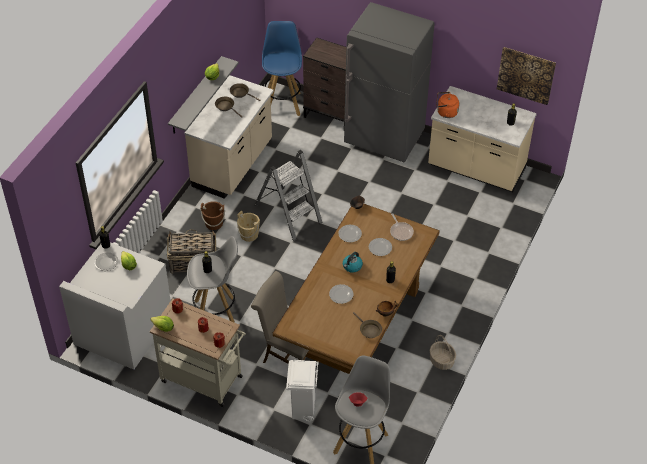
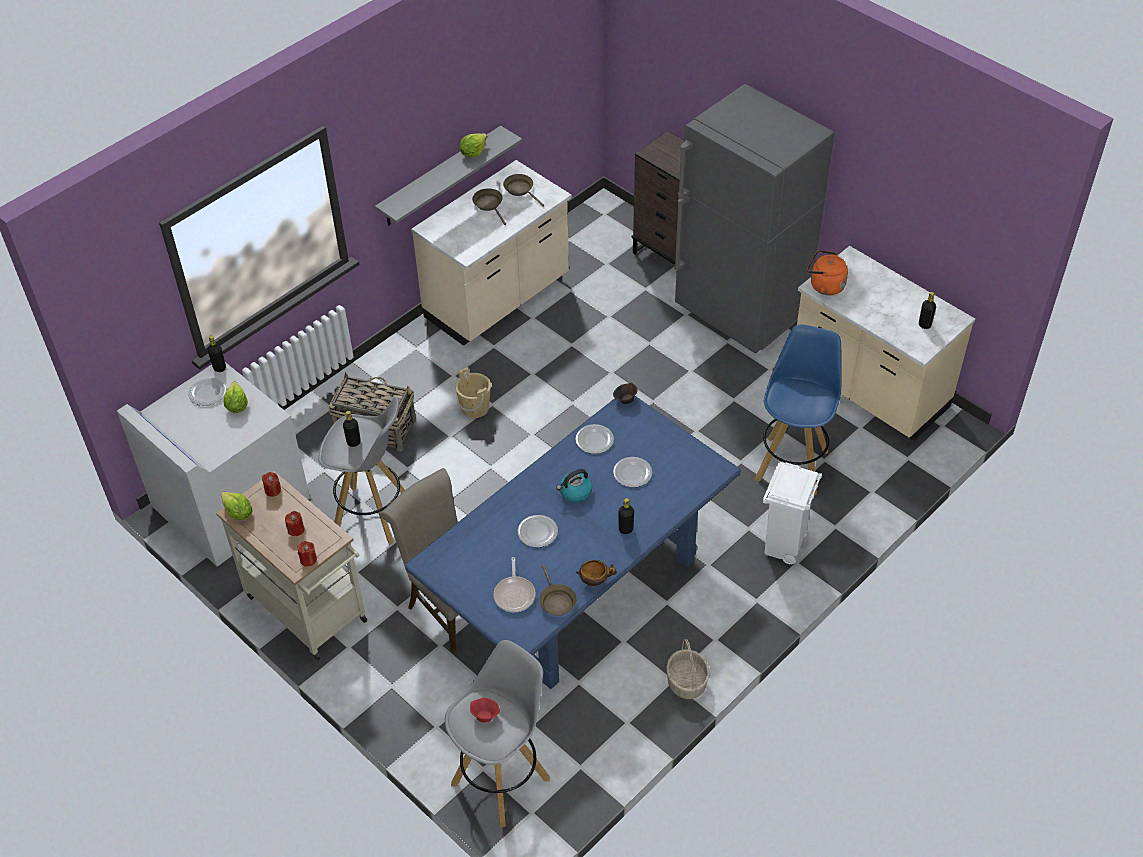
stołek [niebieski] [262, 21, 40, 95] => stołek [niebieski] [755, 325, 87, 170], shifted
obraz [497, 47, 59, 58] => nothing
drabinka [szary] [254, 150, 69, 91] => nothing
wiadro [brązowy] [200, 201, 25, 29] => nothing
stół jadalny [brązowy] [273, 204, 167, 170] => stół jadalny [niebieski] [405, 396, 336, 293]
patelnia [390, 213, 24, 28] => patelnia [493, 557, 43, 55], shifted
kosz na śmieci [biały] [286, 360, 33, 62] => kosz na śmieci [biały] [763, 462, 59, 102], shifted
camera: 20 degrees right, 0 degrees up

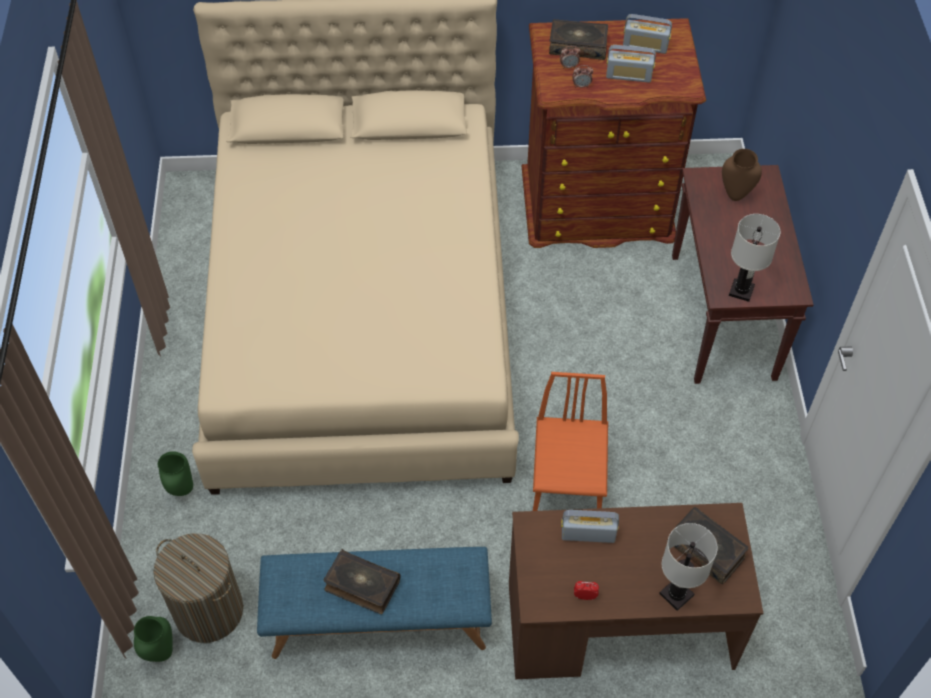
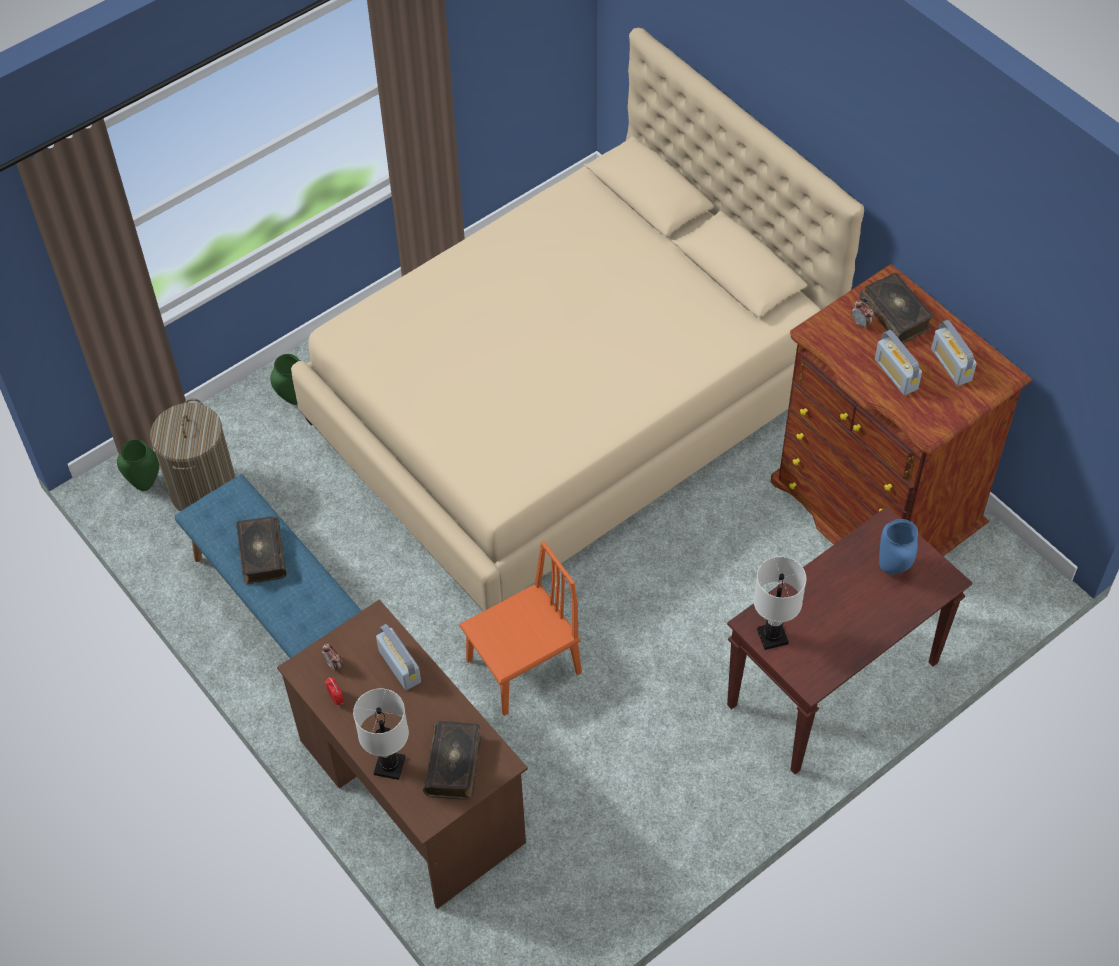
budzik [572, 65, 21, 23] => budzik [322, 644, 21, 28], shifted
wazon [brązowy] [722, 149, 40, 52] => wazon [niebieski] [879, 519, 39, 55]
camera: 55 degrees right, 0 degrees up

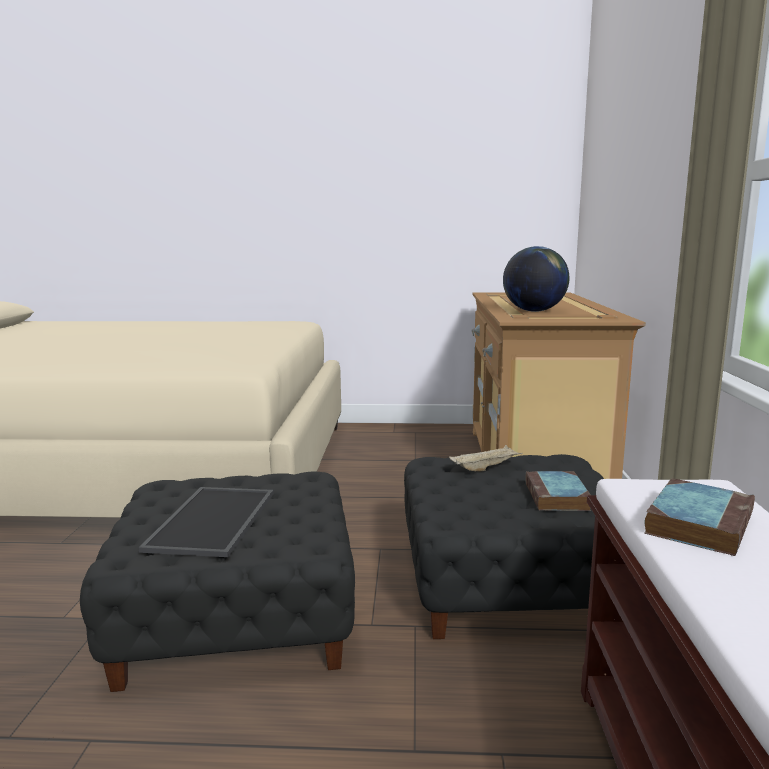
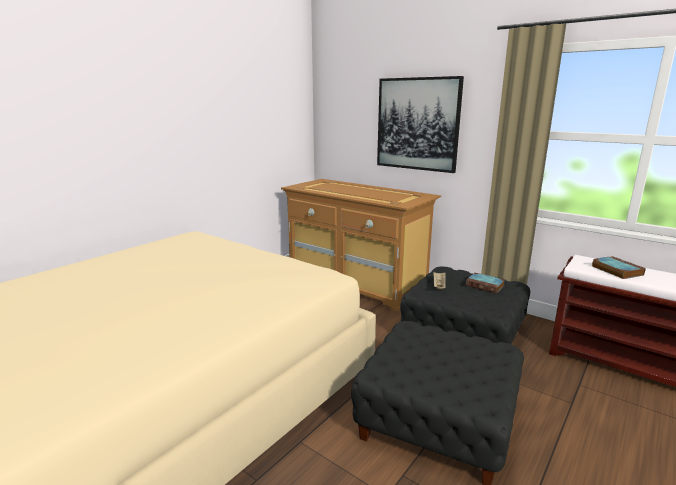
globus [503, 246, 66, 66] => nothing
taca [139, 487, 135, 70] => nothing
nothing => obraz [377, 76, 87, 97]
camera: 55 degrees left, 5 degrees up

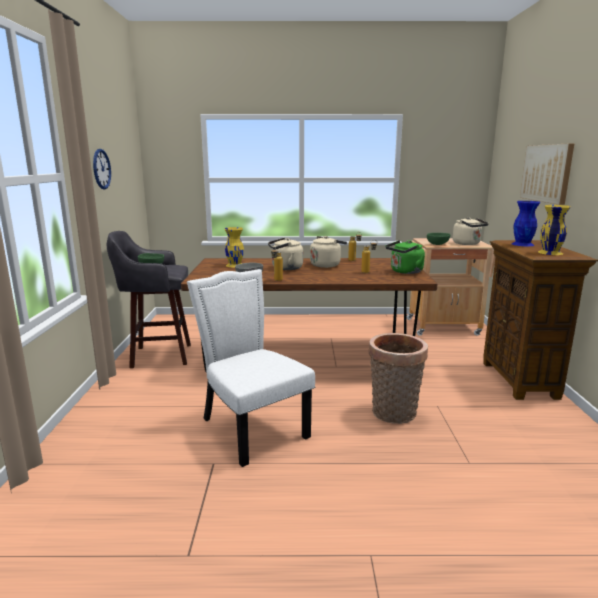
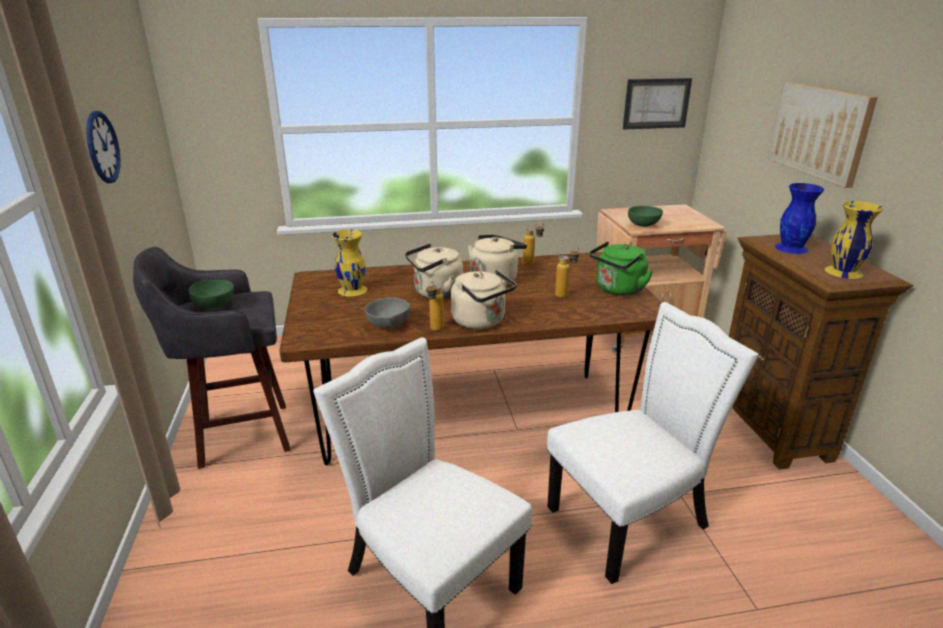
czajnik [beżowy] [453, 217, 36, 28] => czajnik [beżowy] [451, 270, 66, 59], shifted
koszyk [369, 333, 59, 91] => krzesło [biały] [547, 302, 212, 282]
nothing => obraz [623, 78, 69, 52]
camera: 10 degrees left, 10 degrees up

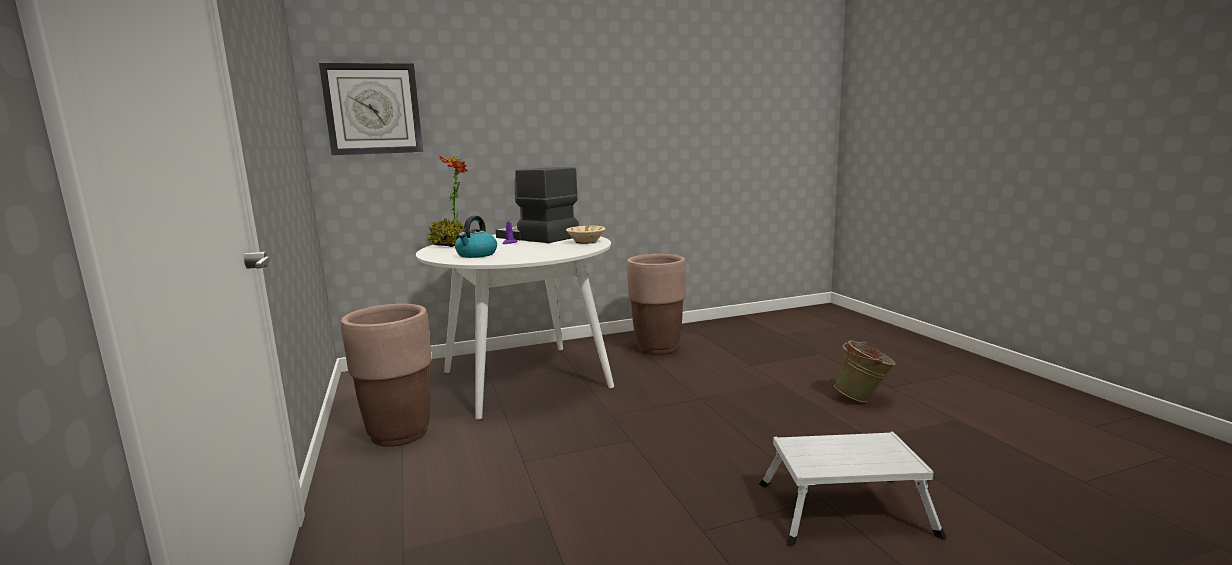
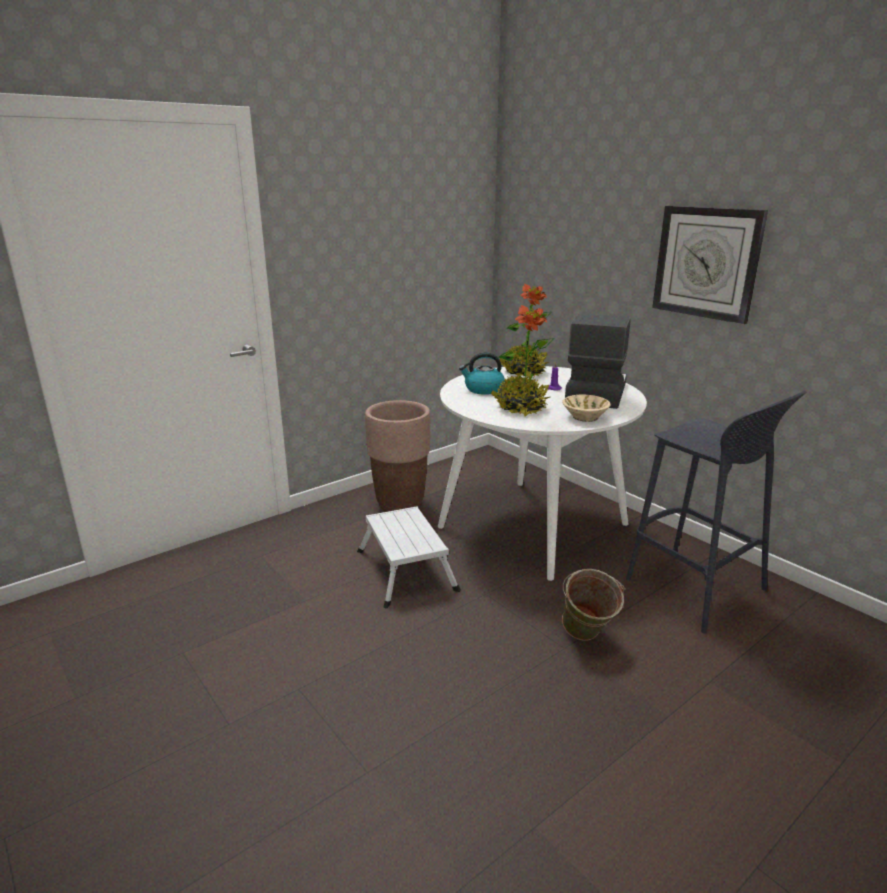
zegar ścienny [319, 63, 104, 92] => zegar ścienny [652, 206, 116, 118], shifted
donica [brązowy] [627, 254, 59, 101] => stołek [szary] [626, 391, 181, 243]
wiadro [zielony] [834, 341, 62, 61] => wiadro [zielony] [562, 569, 63, 72], shifted
drabinka [biały] [759, 432, 187, 115] => drabinka [biały] [357, 506, 104, 103], shifted
nothing => roślina doniczkowa [491, 305, 63, 111]
camera: 70 degrees right, 10 degrees up

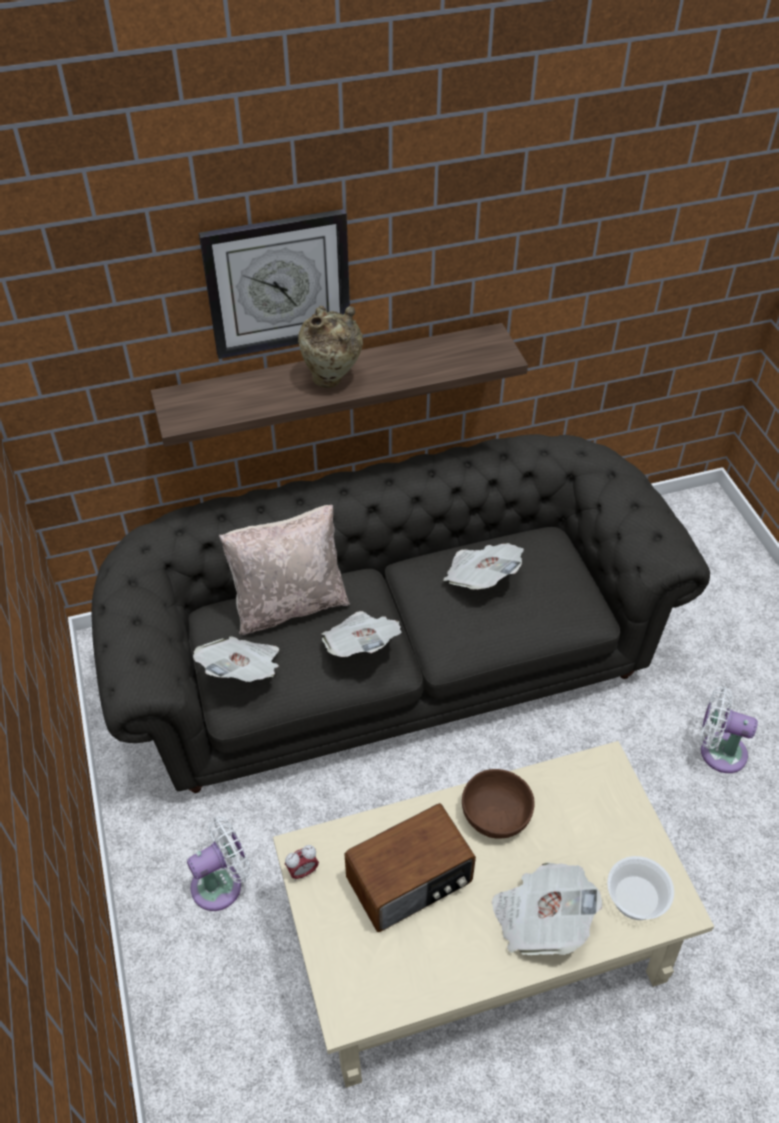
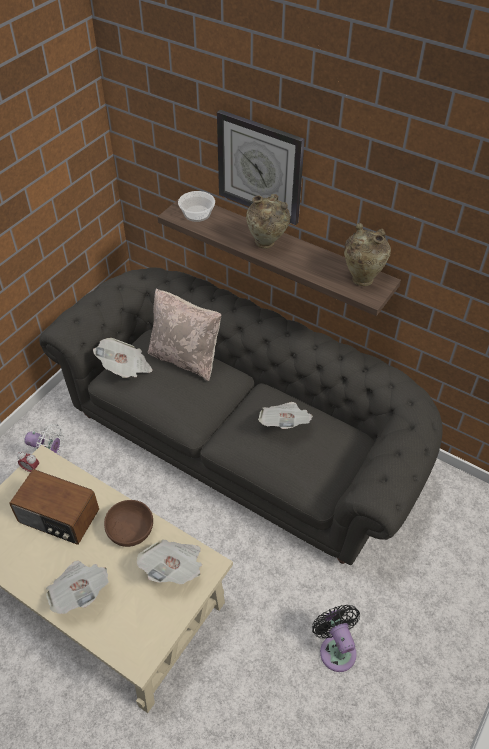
gazeta [321, 611, 80, 46] => gazeta [137, 539, 65, 45], shifted
wentylator [biały] [700, 687, 58, 86] => wentylator [czarny] [312, 605, 48, 67]
miska [607, 856, 67, 64] => miska [178, 191, 37, 31], shifted
nothing => wazon [beżowy] [344, 223, 47, 63]
camera: 50 degrees right, 0 degrees up

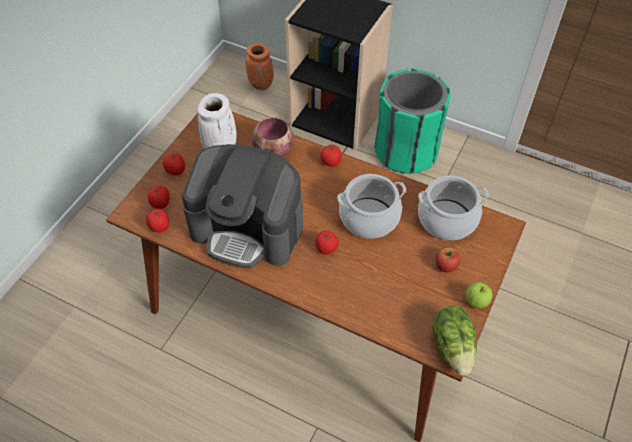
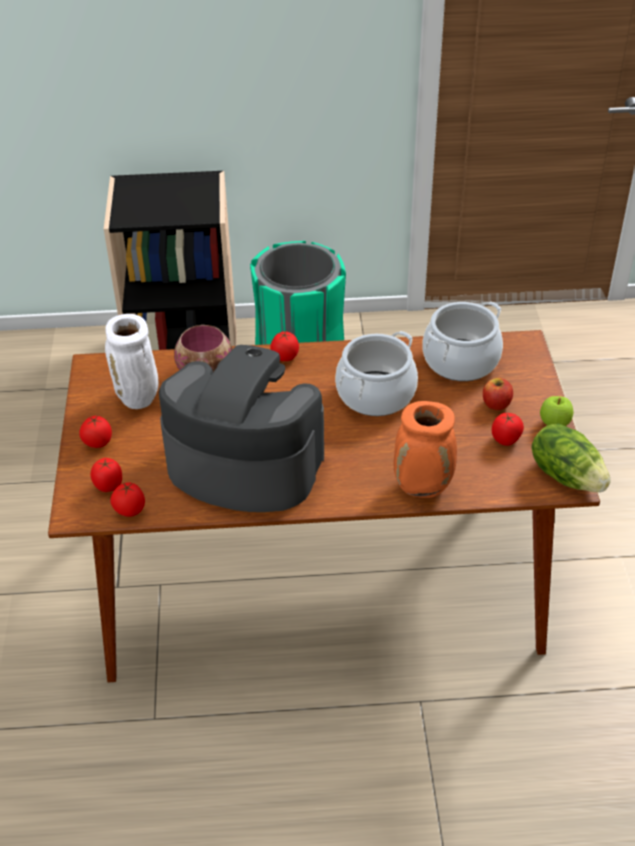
wazon [pomarańczowy] [245, 43, 29, 48] => wazon [pomarańczowy] [394, 401, 63, 97], shifted
ekspres do kawy [182, 144, 121, 124] => ekspres do kawy [159, 345, 165, 167], 150 degrees counterclockwise
pomidor [315, 230, 24, 25] => pomidor [492, 413, 32, 33], shifted
camera: 30 degrees left, 10 degrees down

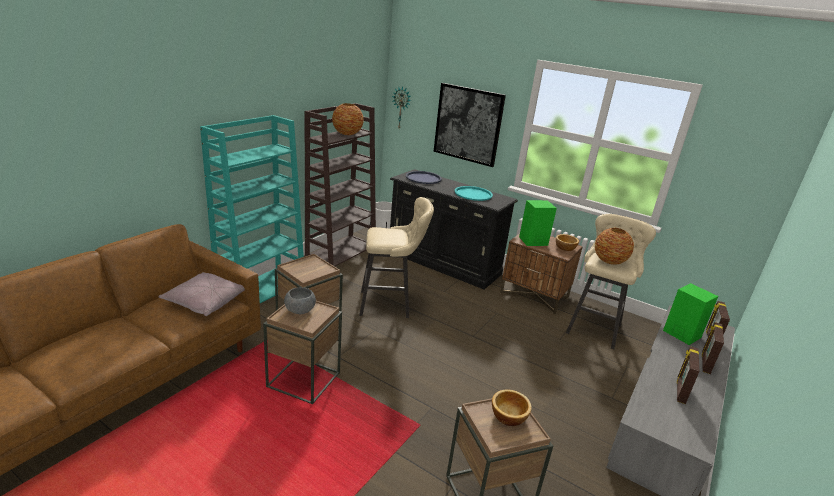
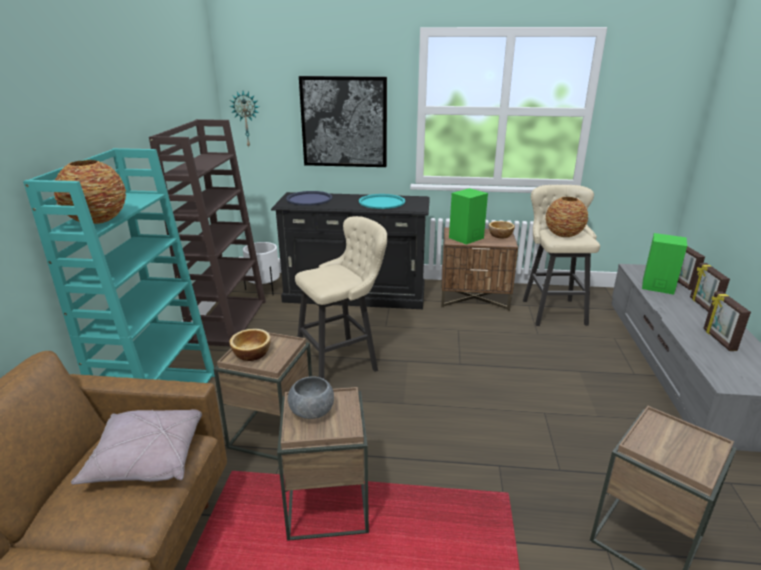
wazon [332, 103, 32, 32] => wazon [54, 160, 72, 64], shifted
miska [492, 389, 40, 37] => miska [229, 329, 42, 32], shifted
camera: 25 degrees left, 0 degrees up

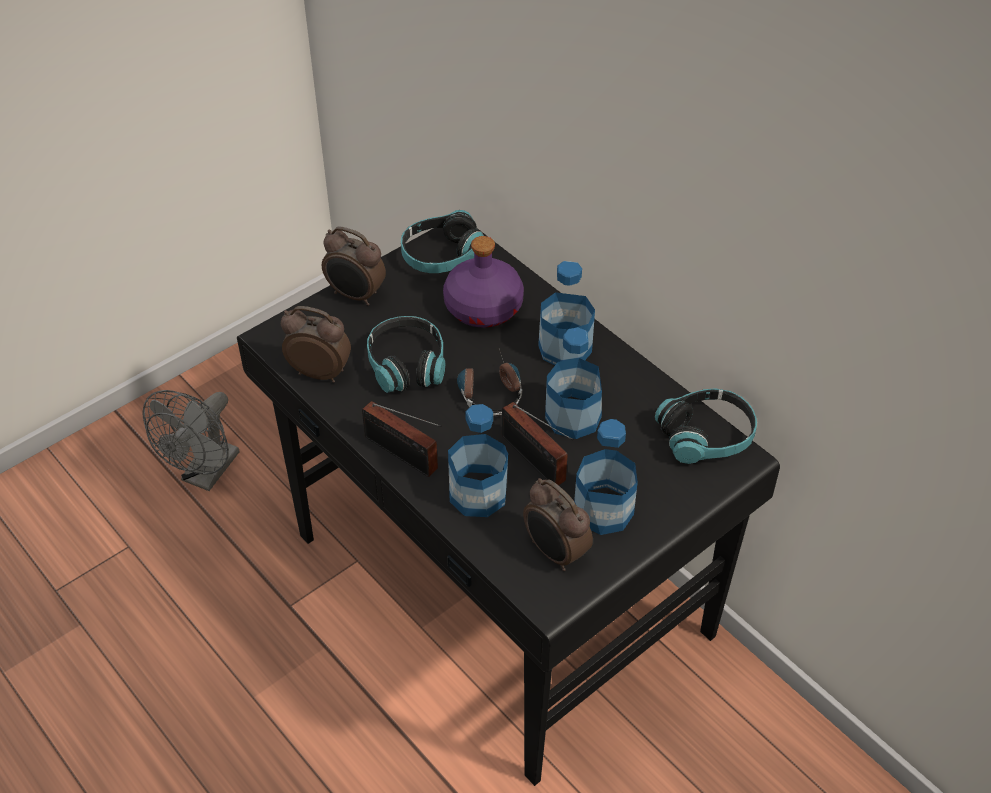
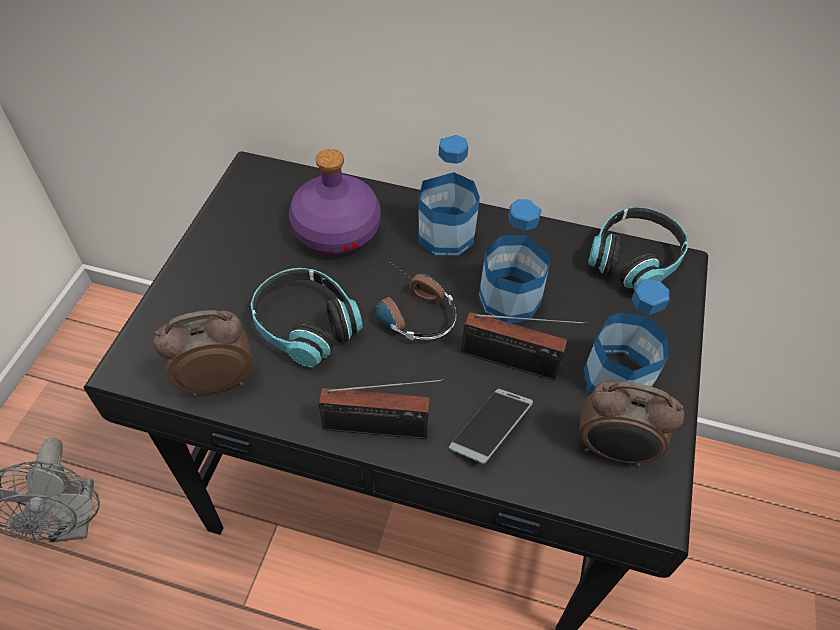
słuchawki [401, 210, 83, 63] => nothing
budzik [322, 226, 64, 80] => nothing
butelka [448, 404, 60, 113] => telefon [449, 389, 84, 75]
camera: 35 degrees left, 5 degrees up

